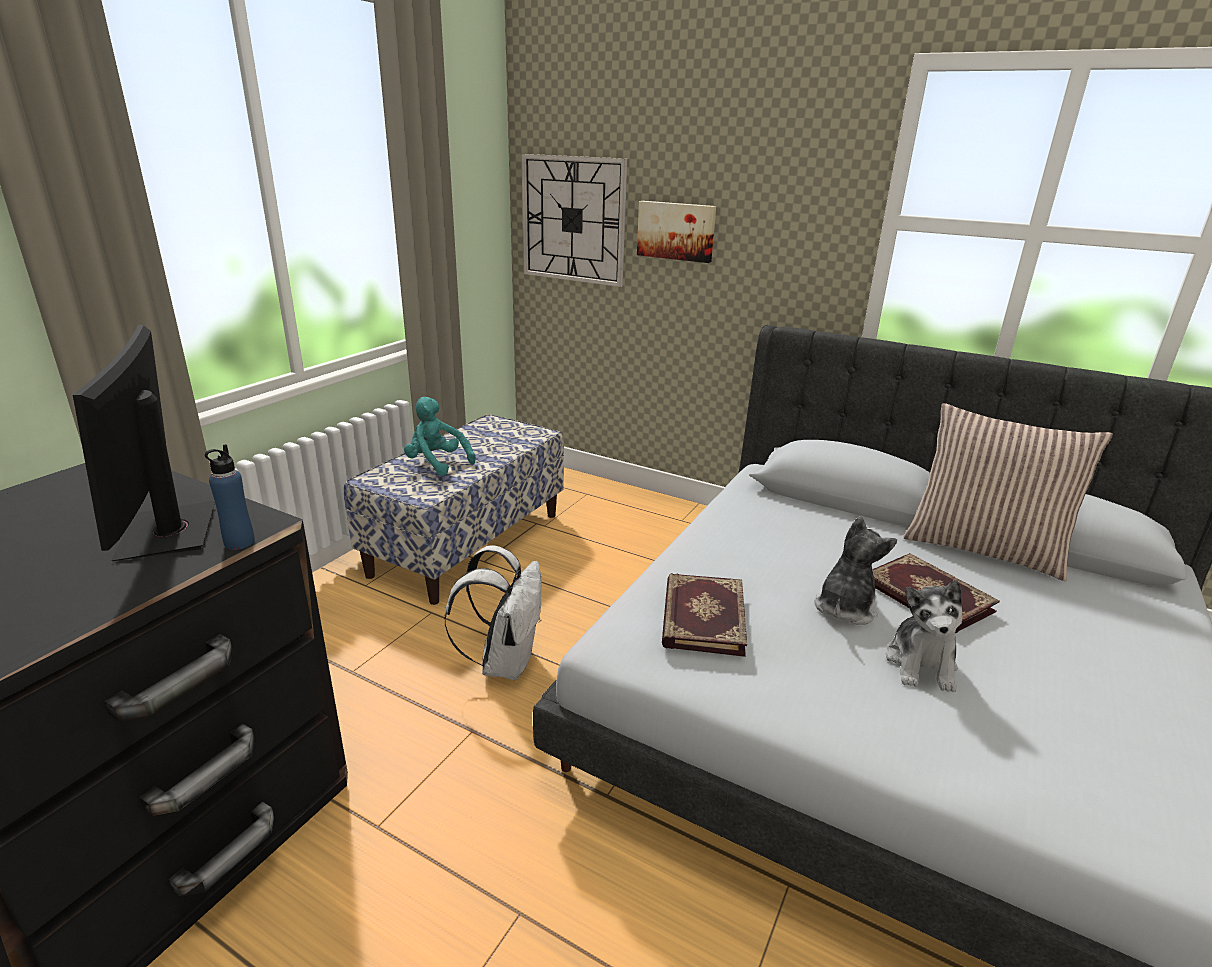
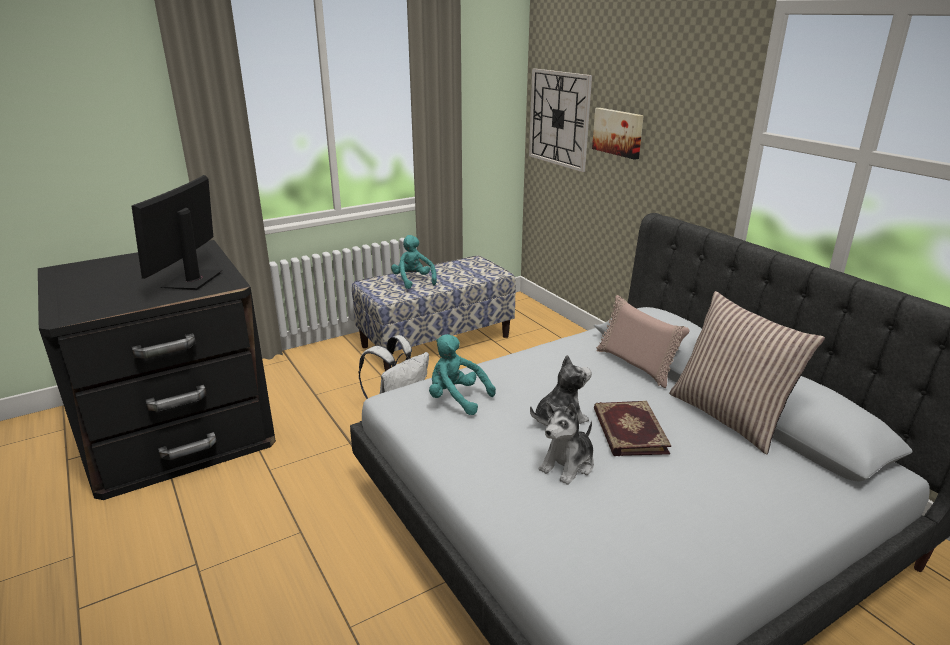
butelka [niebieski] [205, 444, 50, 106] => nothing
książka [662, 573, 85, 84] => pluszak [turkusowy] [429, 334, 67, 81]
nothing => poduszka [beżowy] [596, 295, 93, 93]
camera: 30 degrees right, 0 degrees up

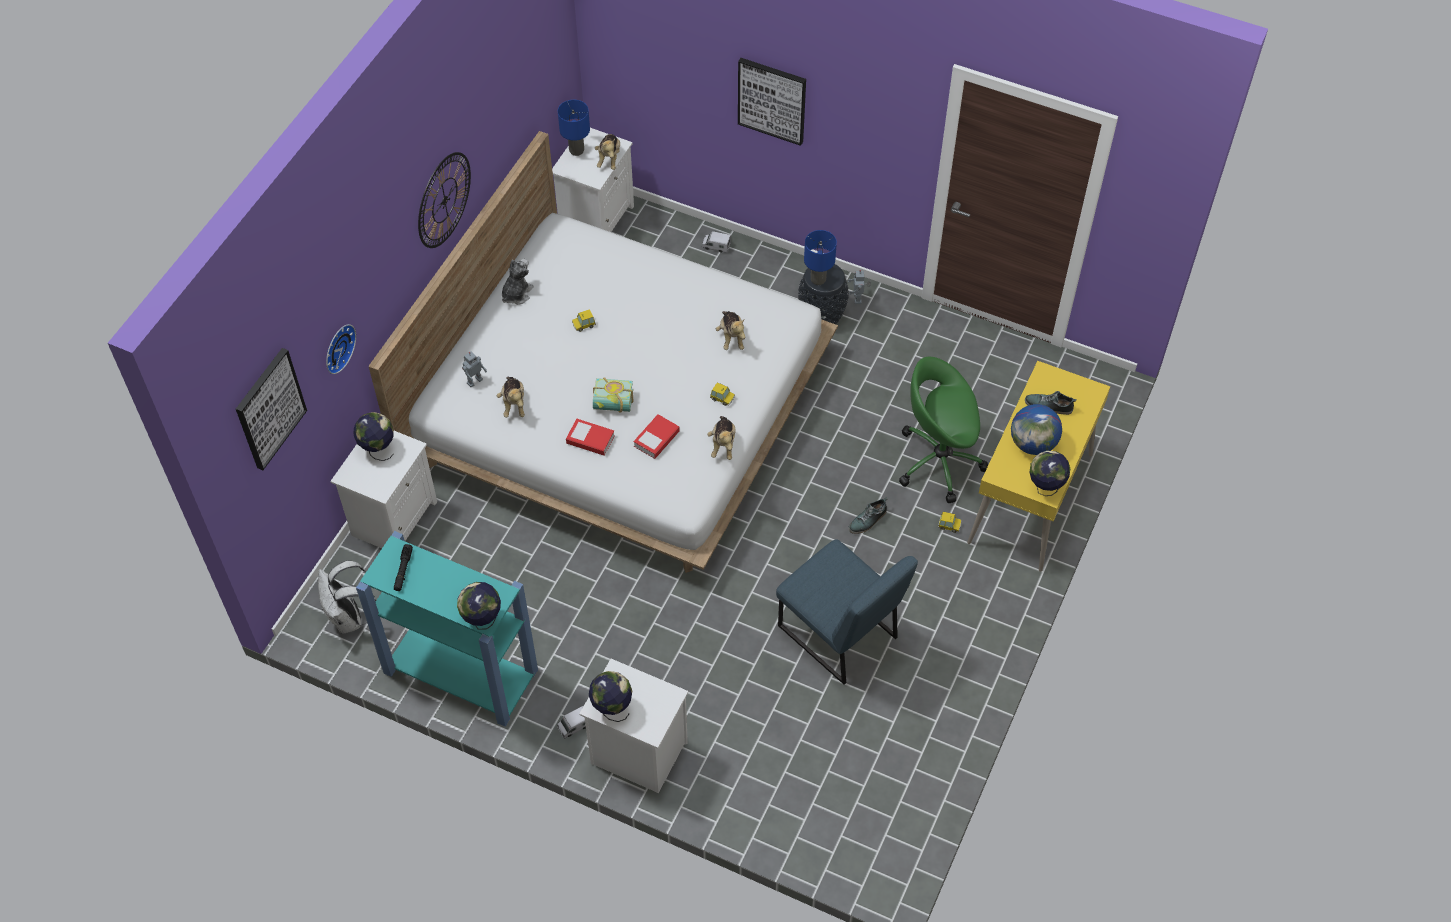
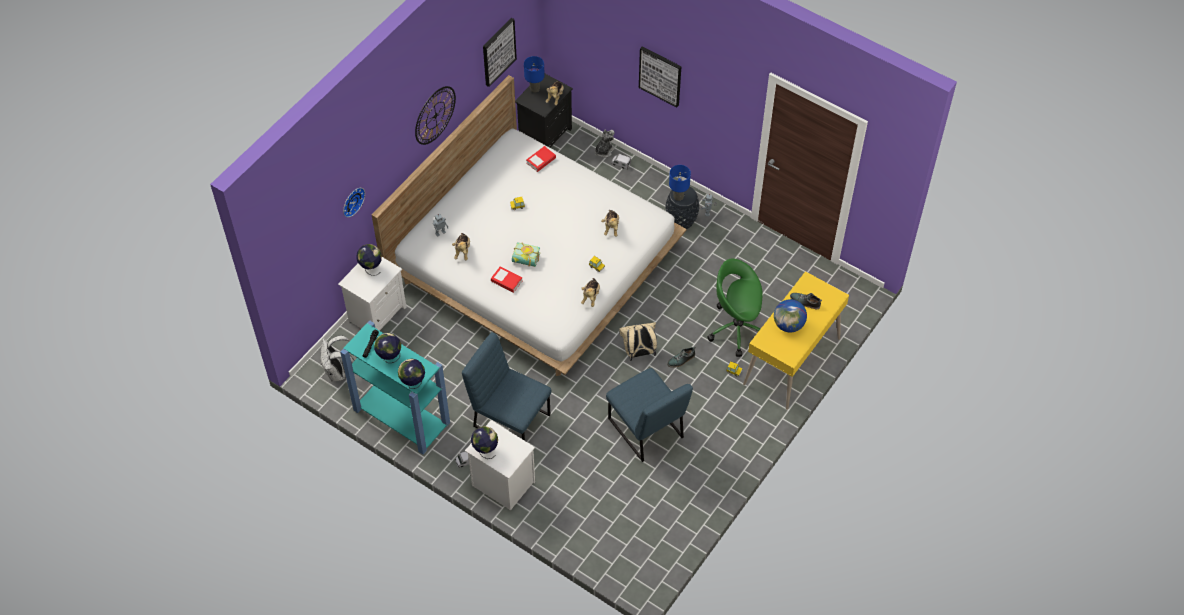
szafka nocna [biały] [552, 128, 82, 104] => szafka nocna [czarny] [515, 74, 58, 73]
pluszak [502, 259, 32, 46] => pluszak [595, 130, 21, 28], shifted
obraz [236, 348, 71, 122] => obraz [483, 18, 34, 69], shifted
książka [633, 414, 47, 45] => książka [526, 146, 30, 26], shifted
globus [1029, 451, 41, 45] => globus [374, 333, 27, 30], shifted
nothing => plecak [beżowy] [619, 322, 38, 39]
nothing => krzesło [niebieski] [462, 332, 90, 109]
camera: 10 degrees right, 0 degrees up

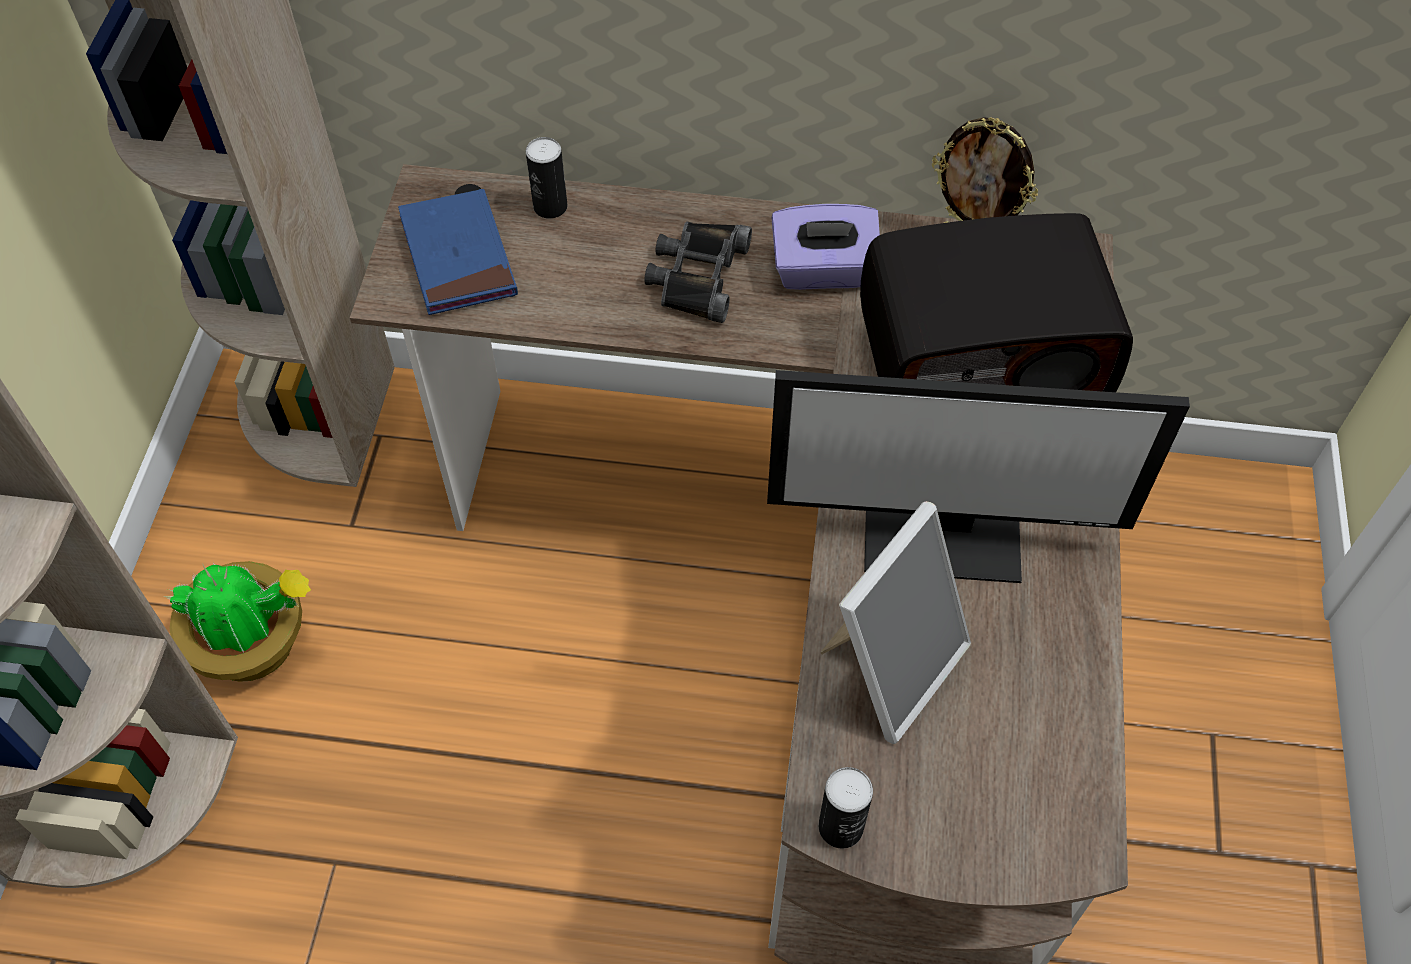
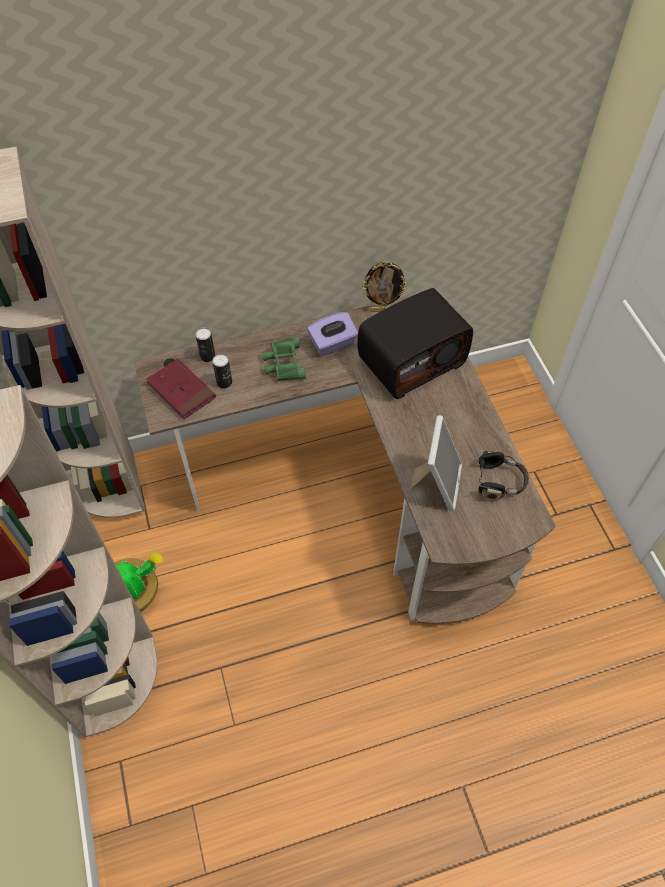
książka [niebieski] [398, 189, 120, 126] => książka [czerwony] [146, 359, 70, 60]
lornetka [czarny] [644, 221, 108, 102] => lornetka [zielony] [262, 336, 44, 45]
monitor [767, 370, 423, 213] => nothing
puszka [819, 767, 54, 82] => puszka [212, 354, 20, 34], shifted
nothing => słuchawki [czarny] [479, 451, 50, 49]
camera: 25 degrees left, 0 degrees up

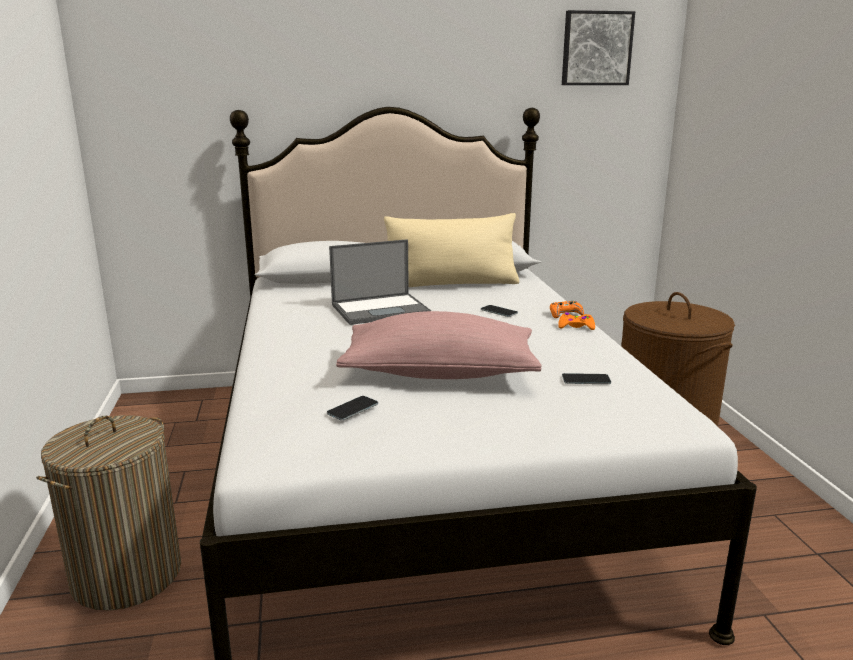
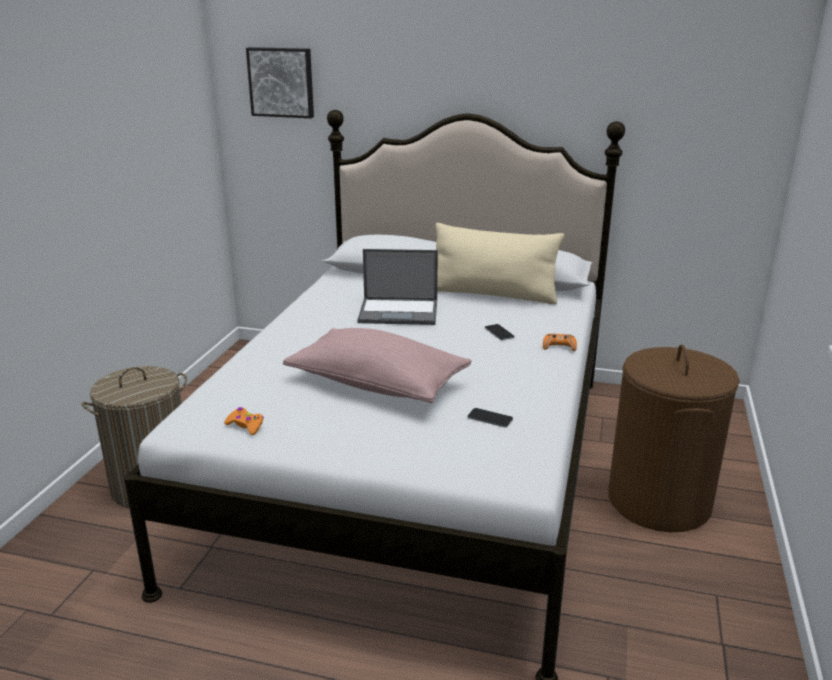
obraz [562, 10, 73, 75] => obraz [246, 47, 68, 71], shifted
pad do gier [pomarańczowy] [558, 312, 37, 18] => pad do gier [pomarańczowy] [224, 407, 40, 28], shifted
telefon [327, 396, 51, 24] => nothing
camera: 25 degrees right, 5 degrees up

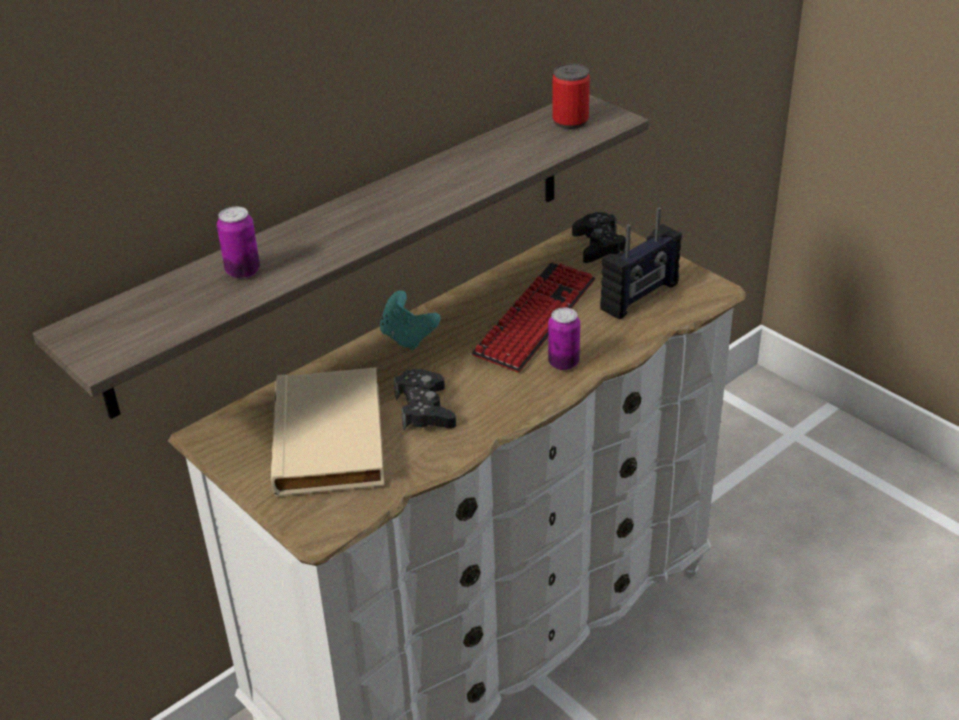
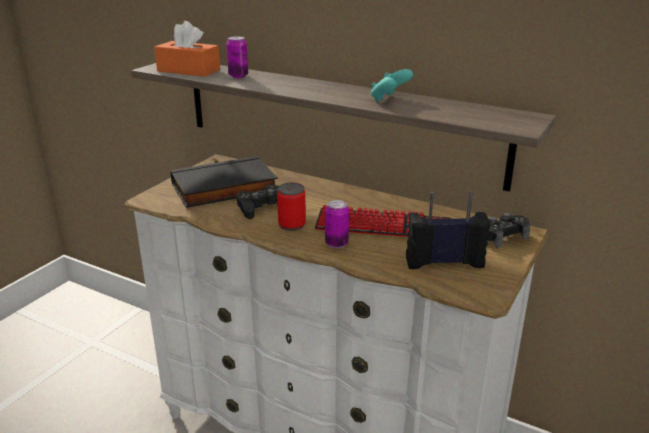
puszka [552, 64, 38, 65] => puszka [277, 183, 29, 48], shifted
radio [600, 207, 82, 112] => radio [406, 191, 84, 78], 150 degrees clockwise
pad do gier [turkusowy] [380, 290, 61, 60] => pad do gier [turkusowy] [371, 69, 42, 33], shifted
książka [beżowy] [271, 367, 113, 130] => książka [czarny] [170, 156, 108, 52]
nothing => pudełko chusteczek [pomarańczowy] [154, 21, 66, 56]
camera: 70 degrees right, 10 degrees down

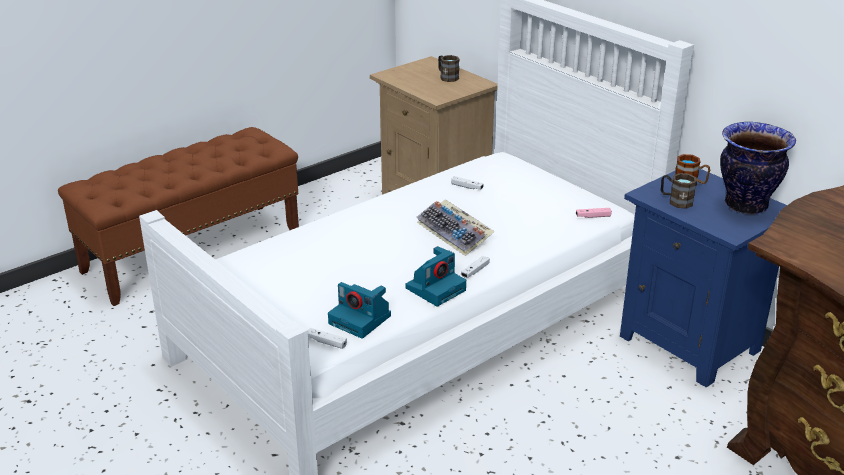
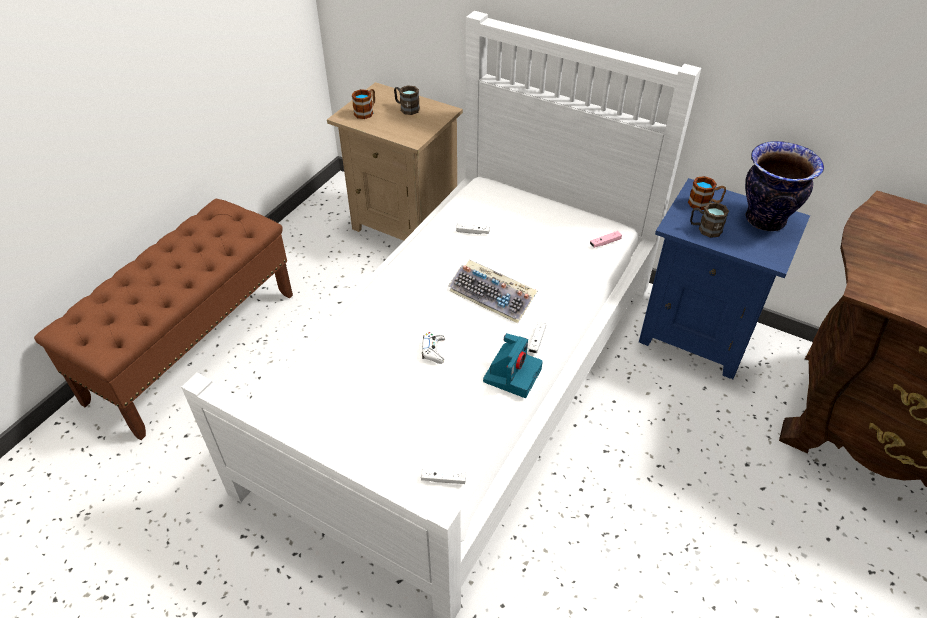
aparat fotograficzny [328, 282, 63, 57] => nothing
nothing => kubek [352, 89, 23, 30]
nothing => pad do gier [biały] [422, 332, 23, 32]
camera: 20 degrees left, 15 degrees up

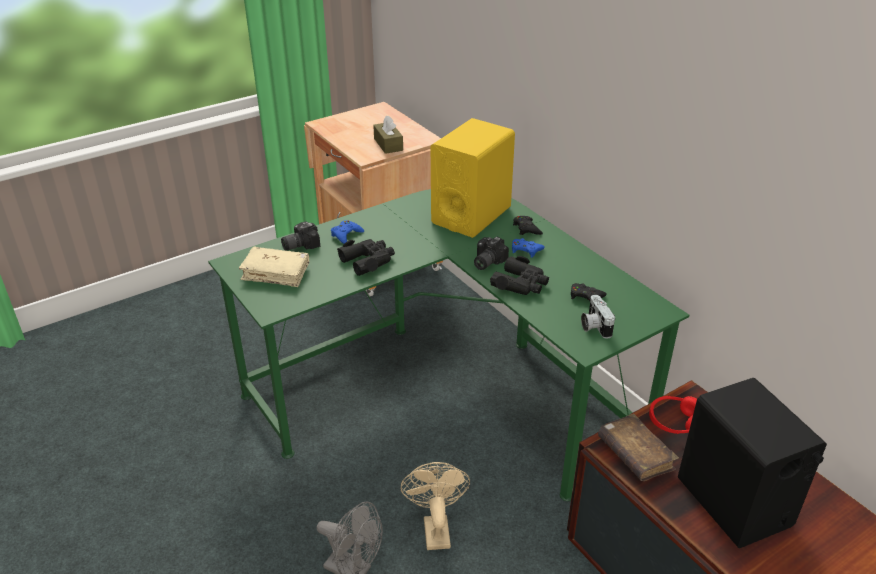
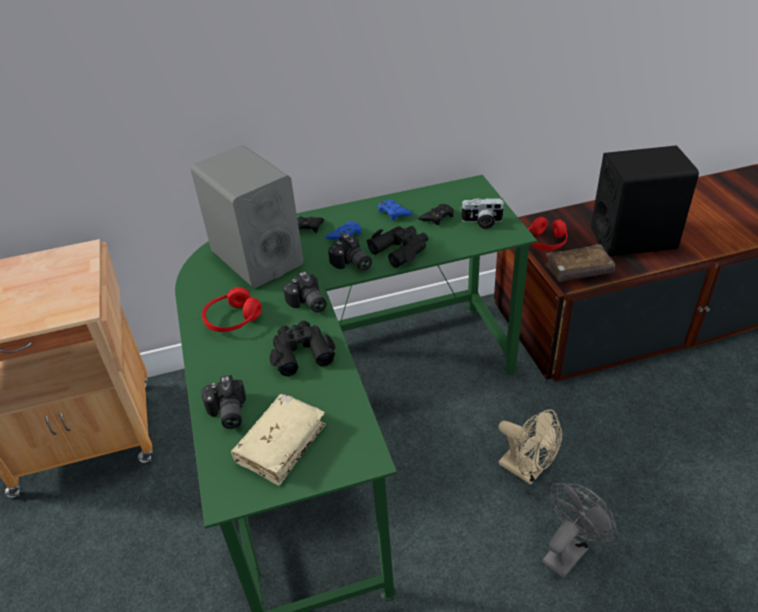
pudełko chusteczek [brązowy] [373, 116, 30, 38] => nothing
głośnik [żółty] [431, 118, 84, 120] => głośnik [szary] [190, 145, 114, 143]
pad do gier [niebieski] [331, 220, 33, 24] => pad do gier [niebieski] [378, 200, 35, 21], shifted
wentylator [beżowy] [400, 462, 70, 88] => wentylator [beżowy] [498, 409, 64, 76], 150 degrees counterclockwise
nothing => aparat fotograficzny [283, 271, 44, 42]
nothing => słuchawki [czerwony] [202, 287, 60, 45]
camera: 70 degrees left, 5 degrees up

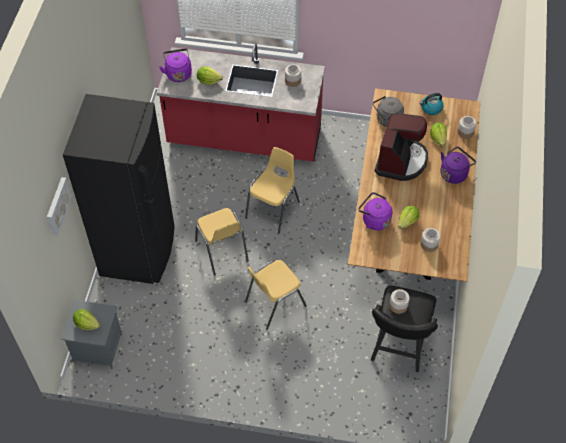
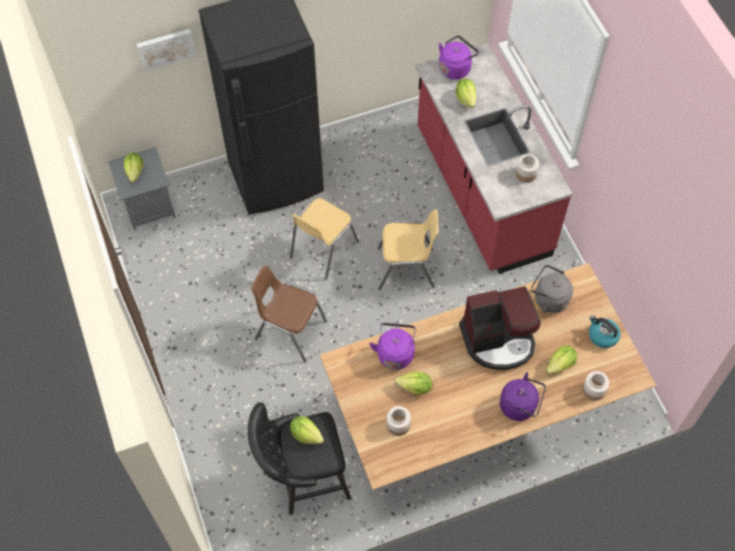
krzesło [żółty] [245, 260, 62, 70] => krzesło [brązowy] [251, 266, 76, 96]
słoik [389, 289, 21, 25] => sałata [290, 416, 34, 28]
camera: 60 degrees right, 5 degrees up

